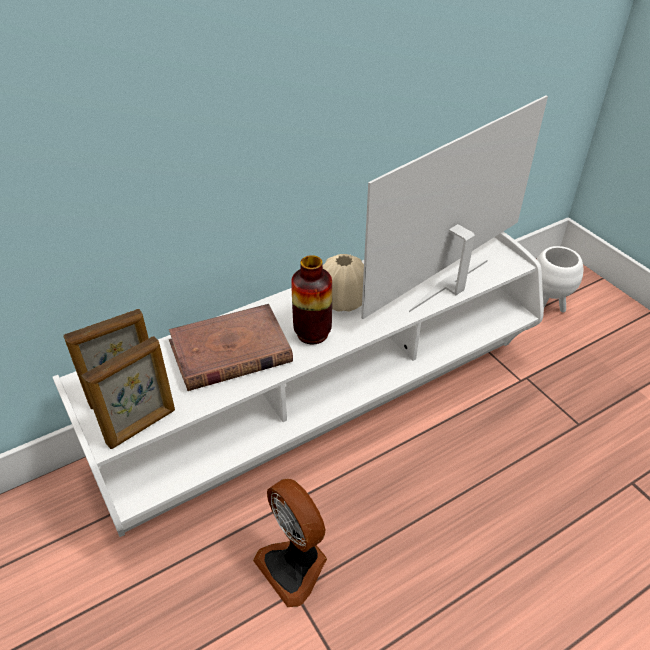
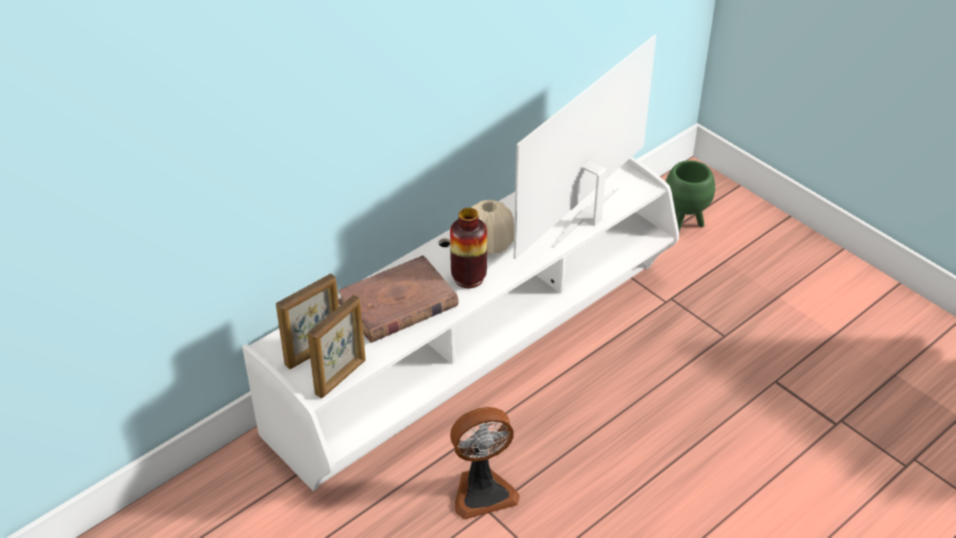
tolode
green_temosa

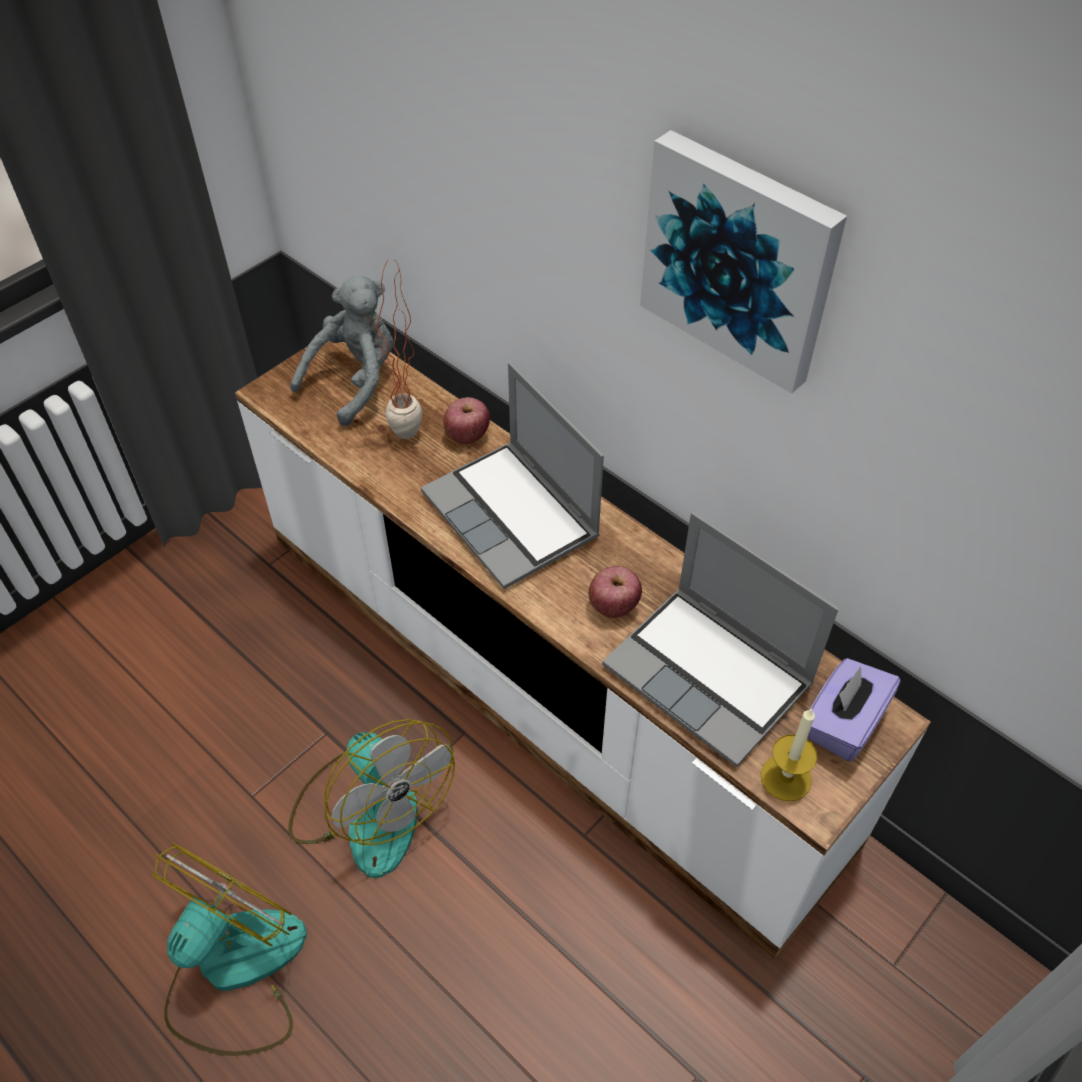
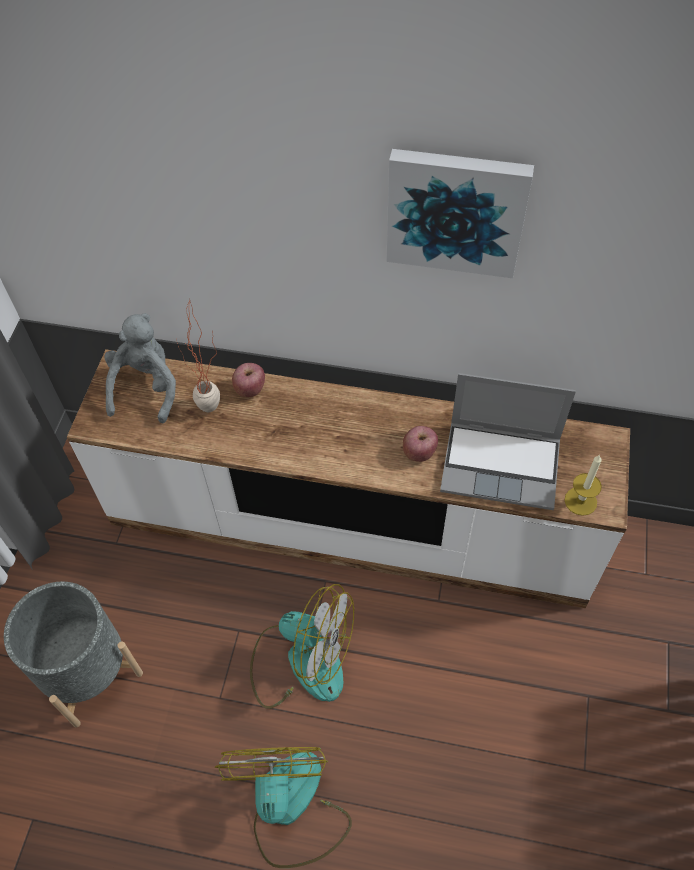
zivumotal (no. 1 from left in the first image)
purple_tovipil
grey_temosa

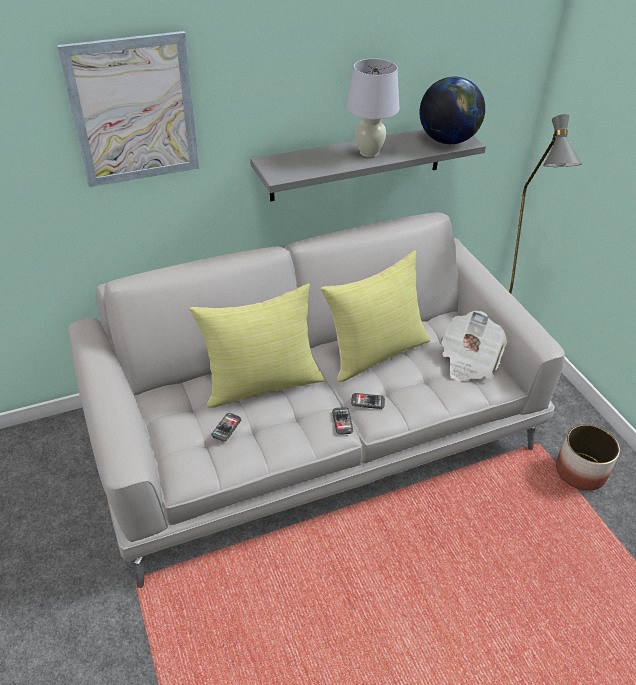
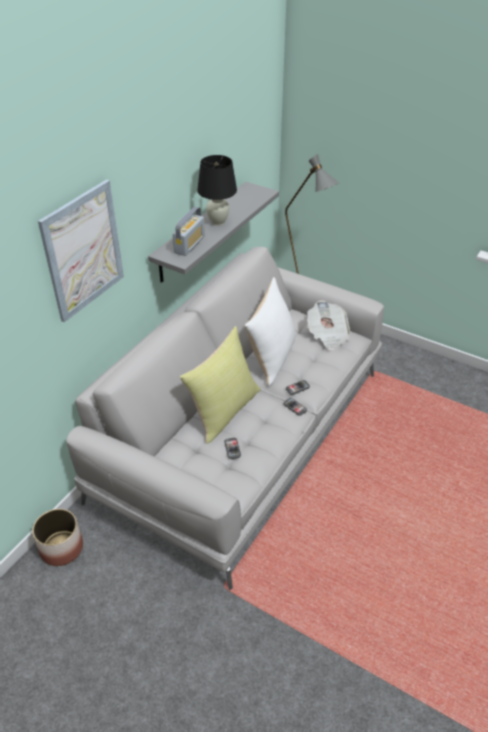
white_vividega
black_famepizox
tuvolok
temosa
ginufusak

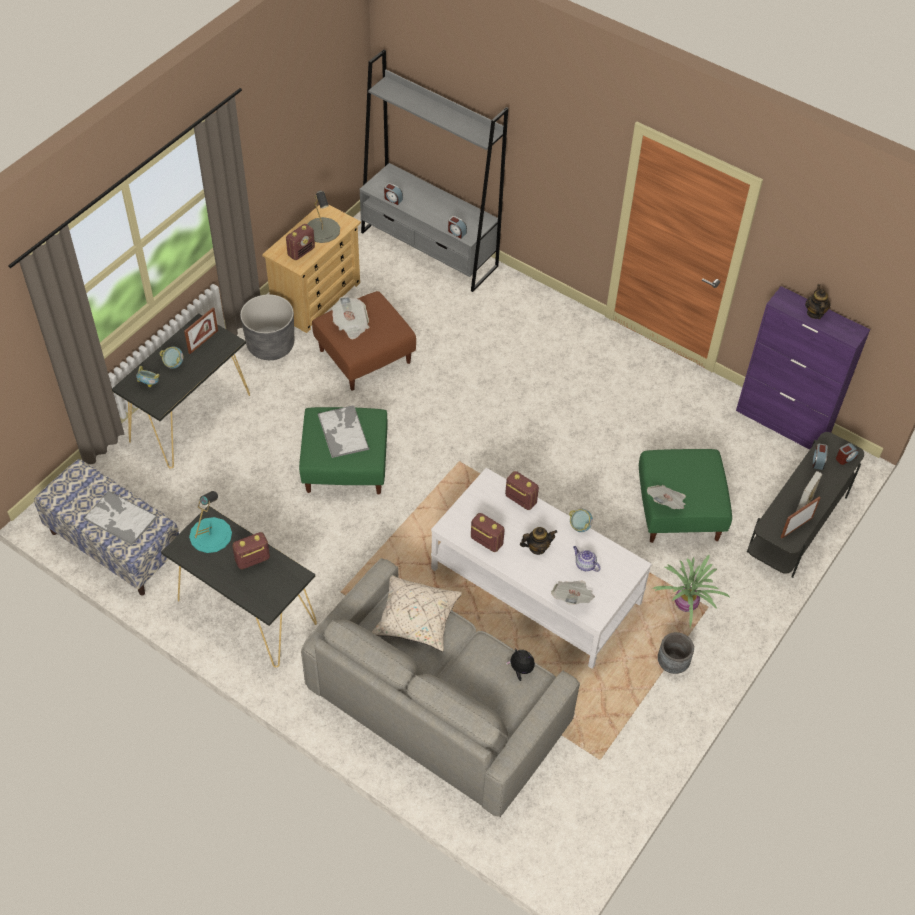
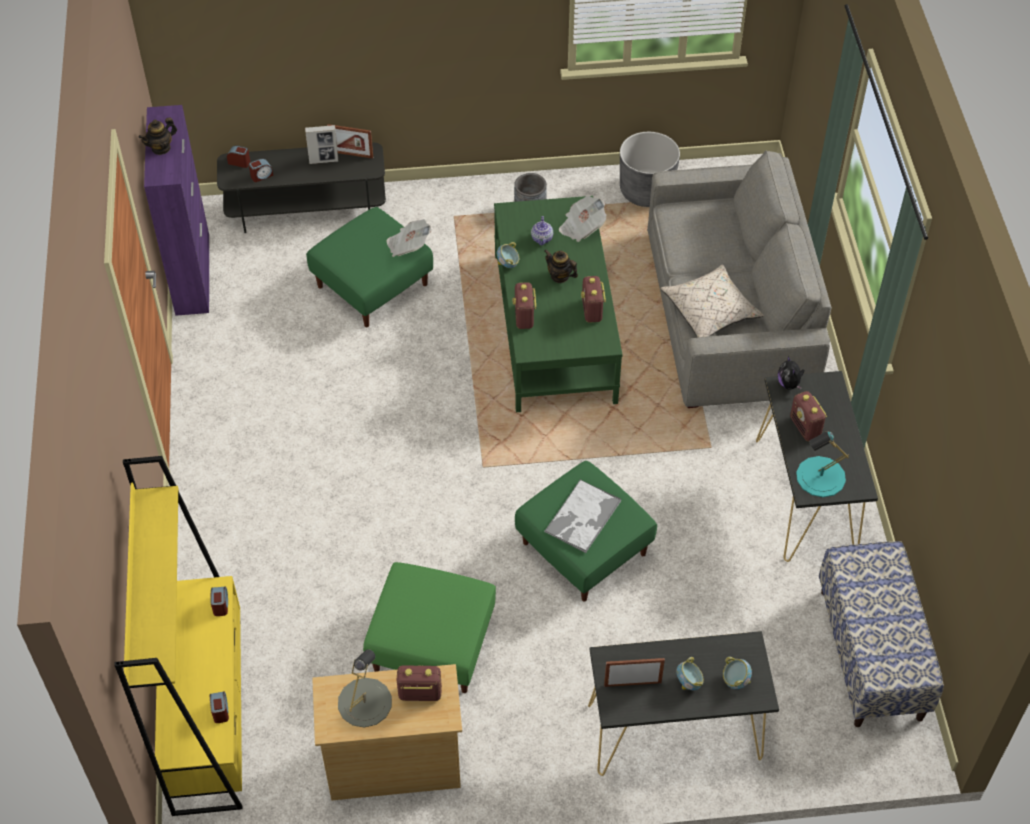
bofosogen (no. 1 from left in the first image)
ginufusak (no. 4 from left)
grey_temosa (no. 2 from left)
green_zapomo (no. 2 from left)
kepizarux (no. 1 from left in the first image)
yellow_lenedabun
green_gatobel
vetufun
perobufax

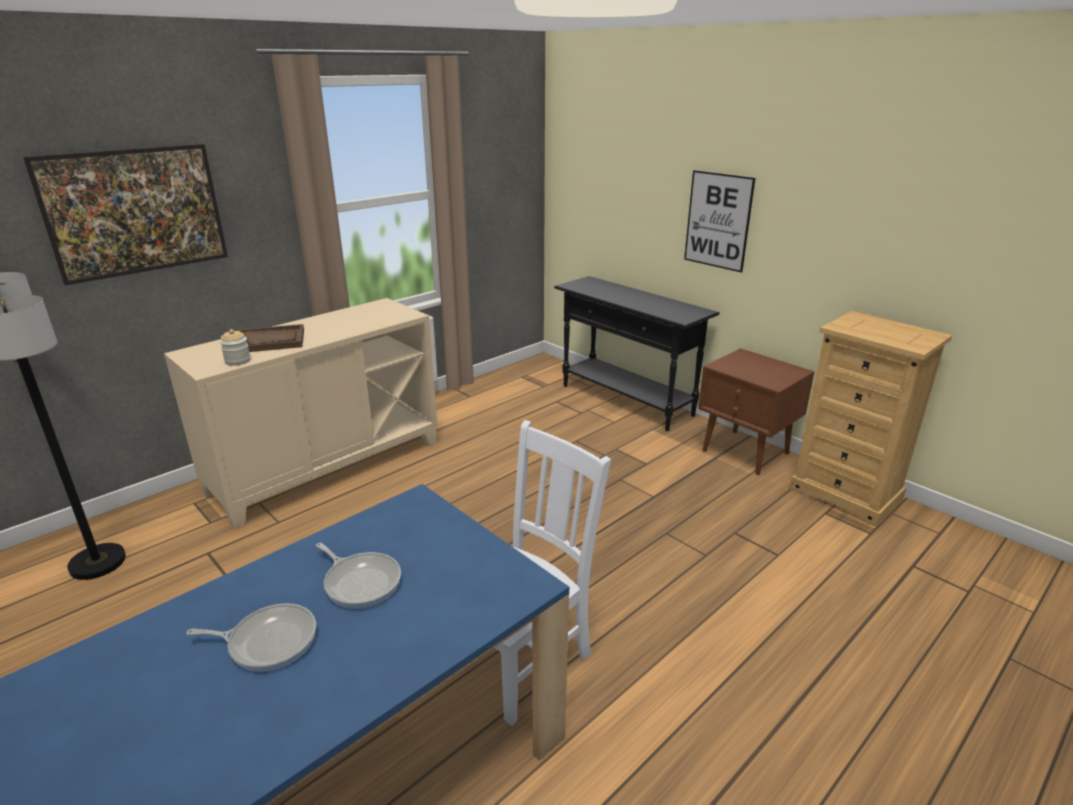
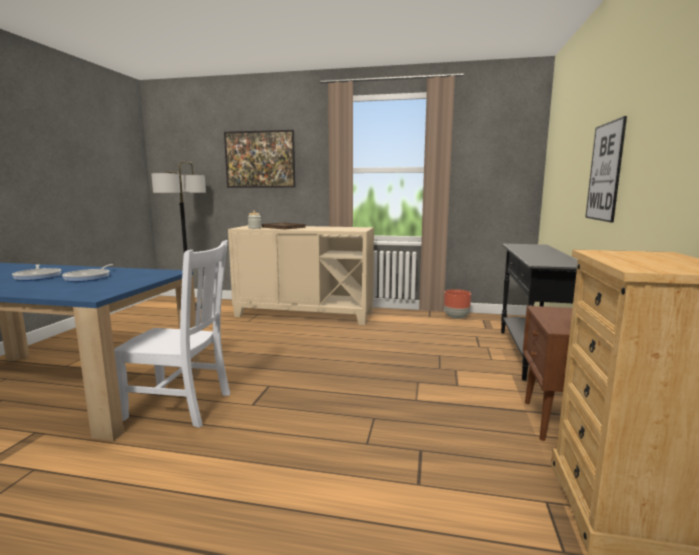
brown_temosa

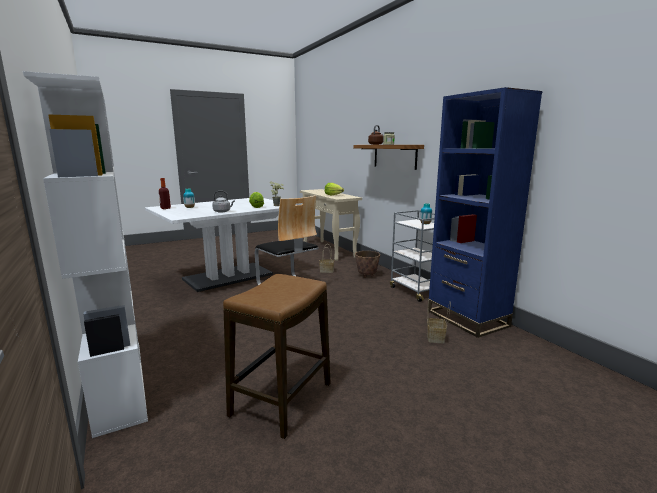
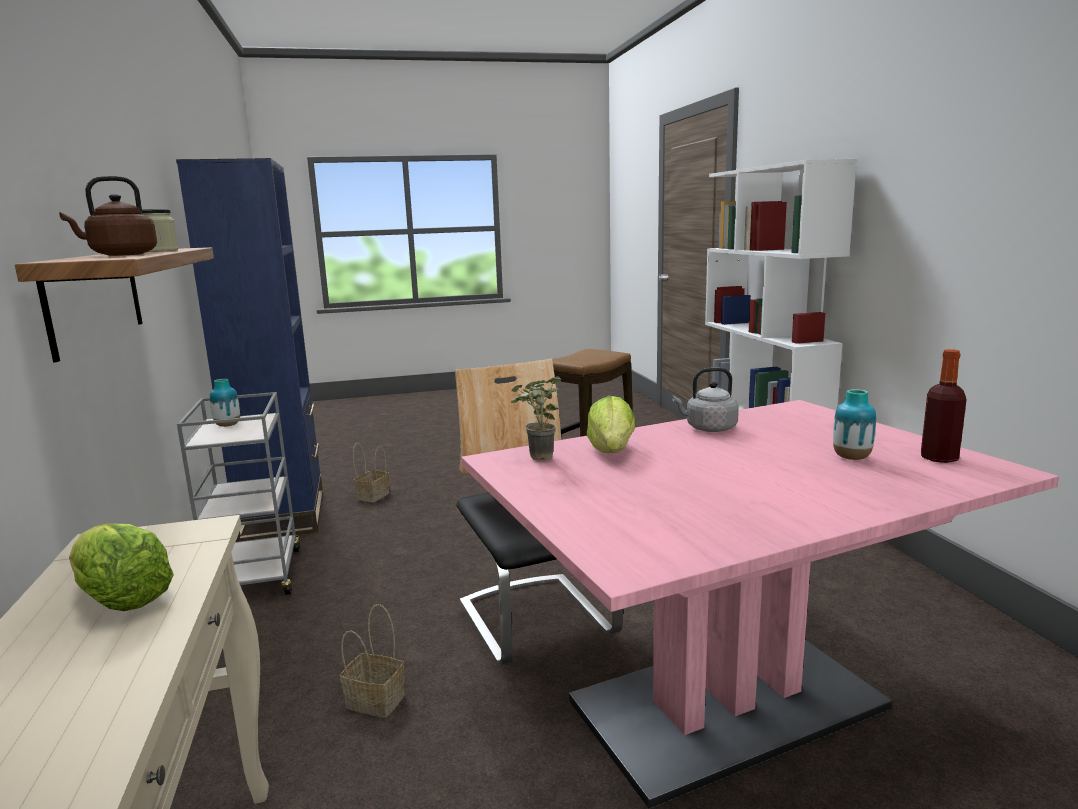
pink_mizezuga
temosa

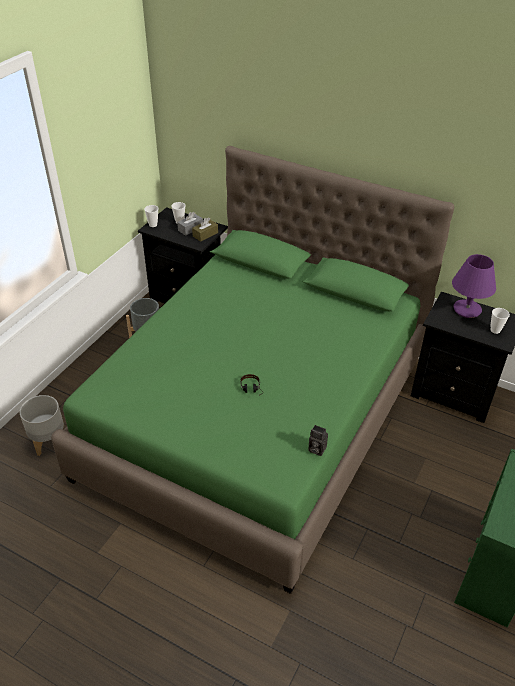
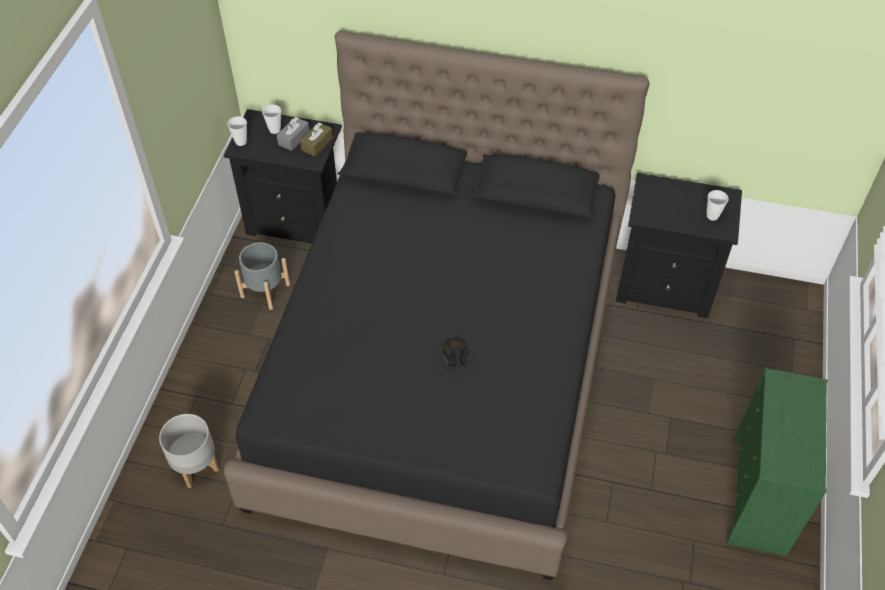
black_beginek
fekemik
purple_famepizox

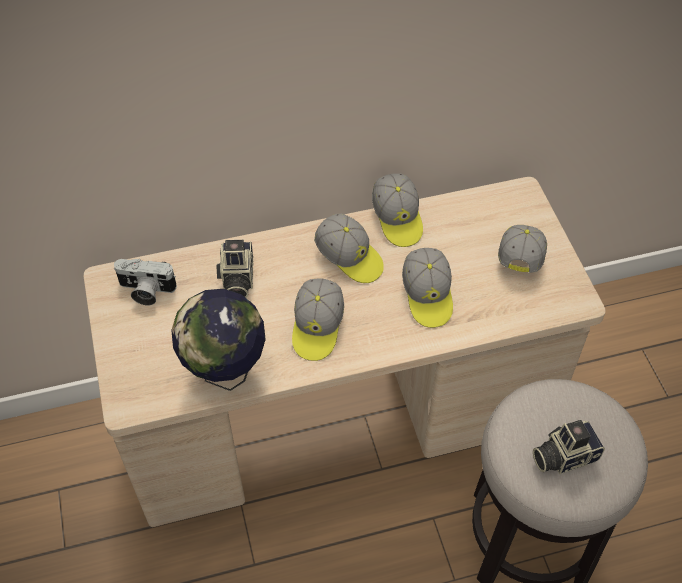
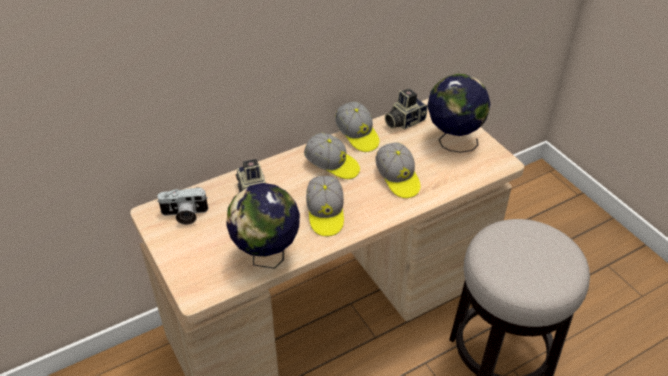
tuvolok (no. 2 from left)
fekemik (no. 3 from left)

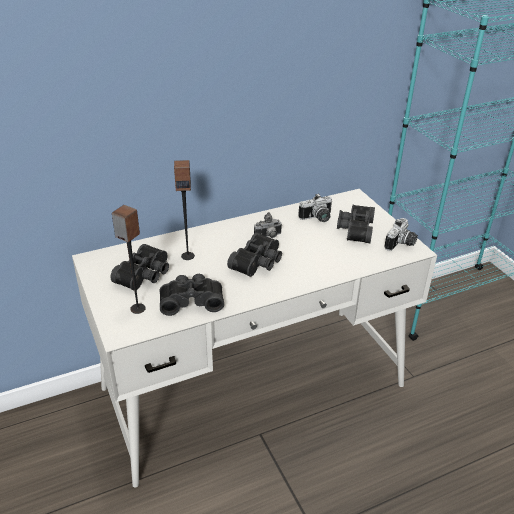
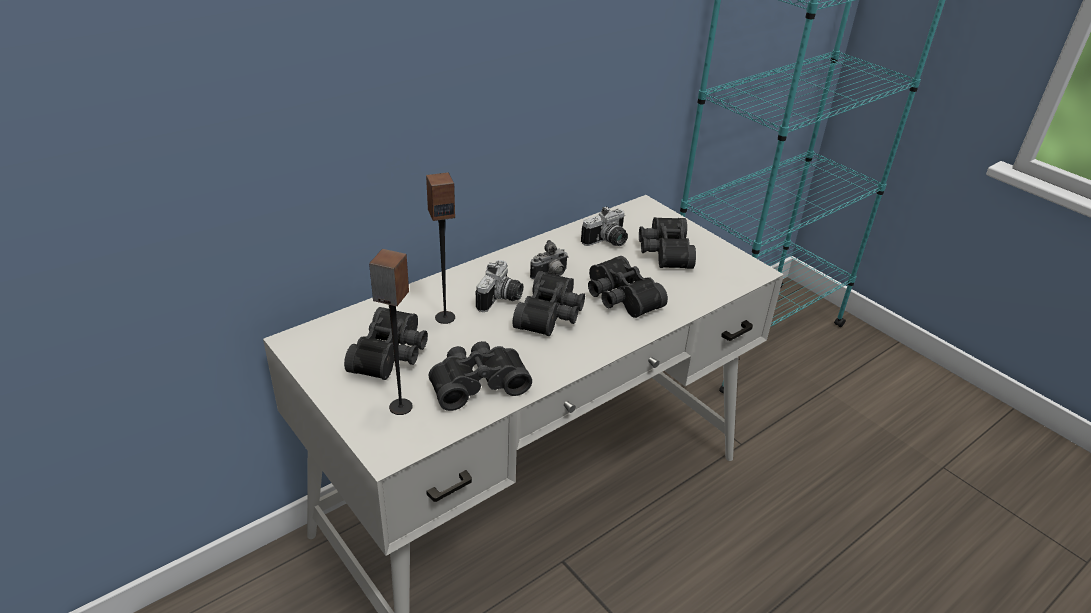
fekemik (no. 1 from left)
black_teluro (no. 4 from left)

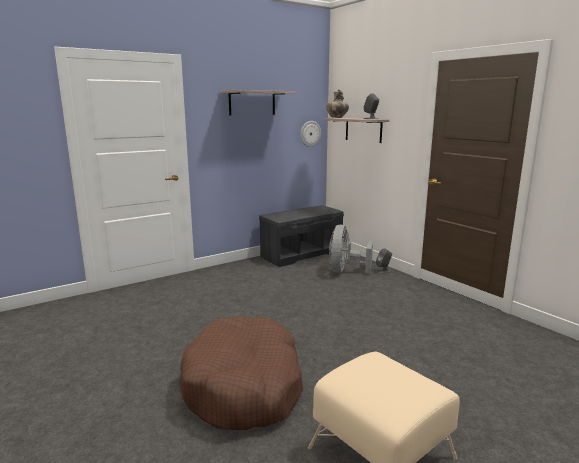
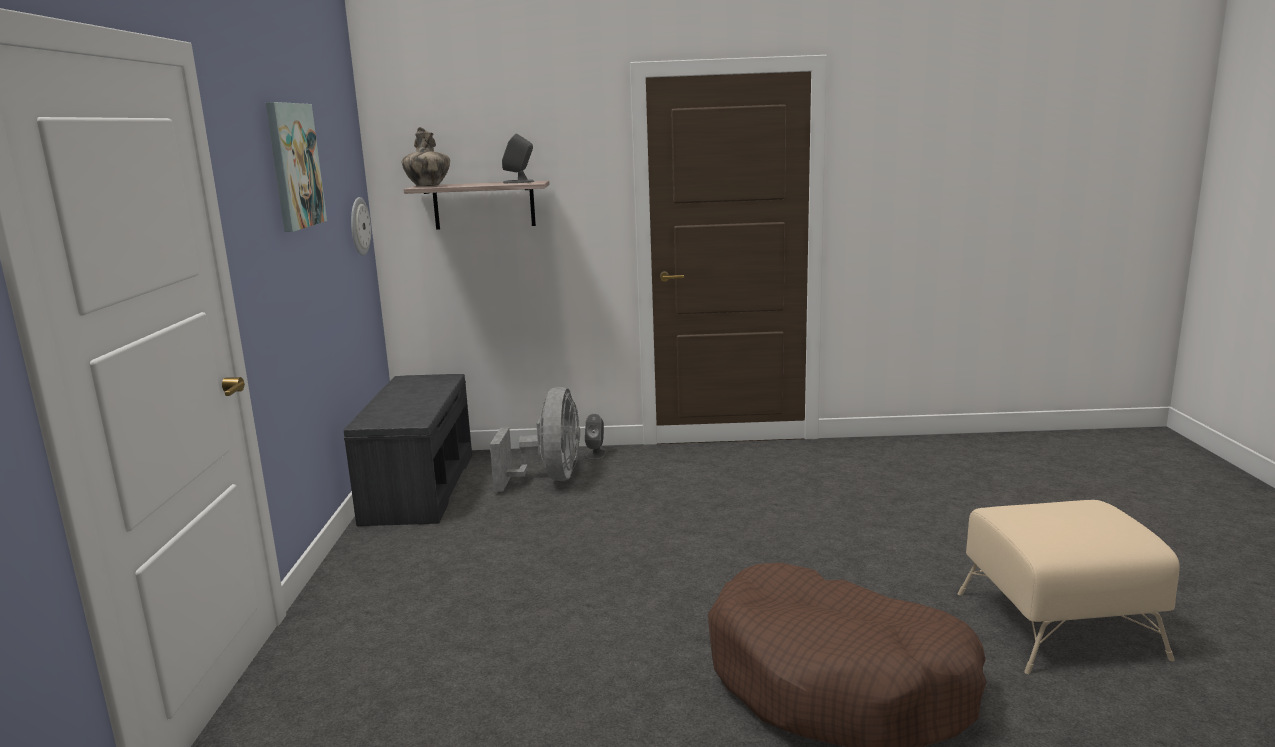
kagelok
grey_tolode

